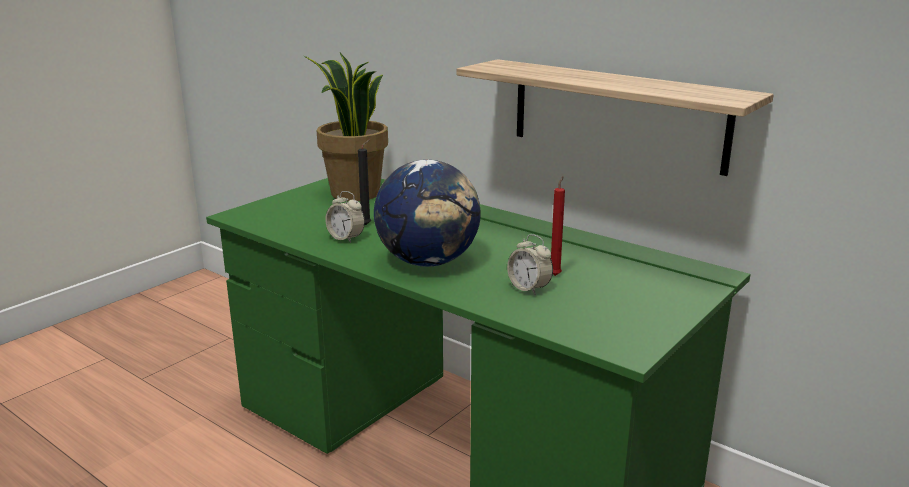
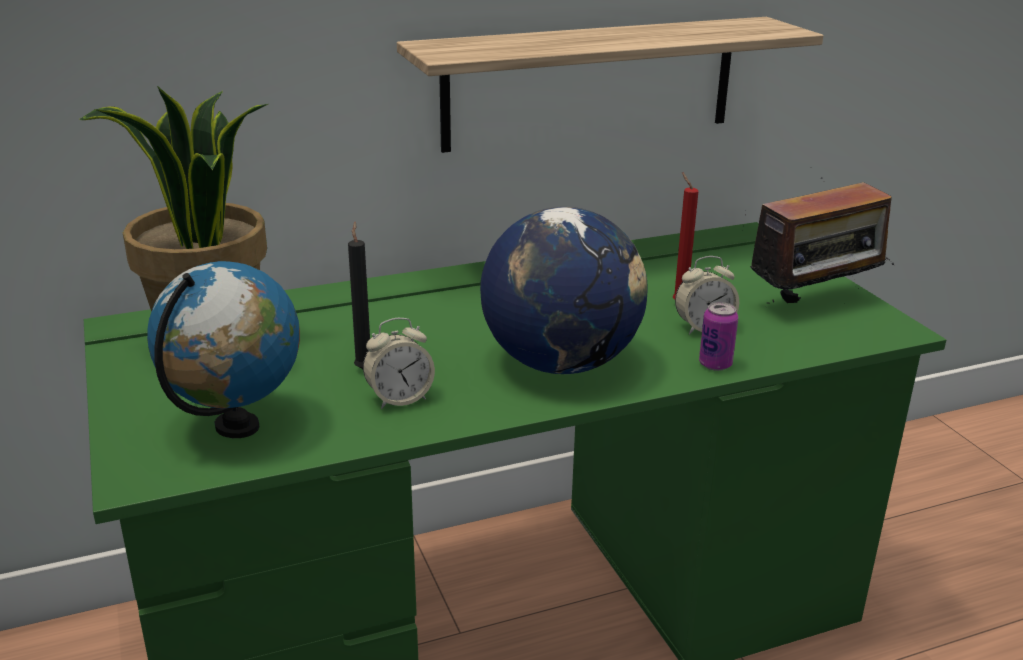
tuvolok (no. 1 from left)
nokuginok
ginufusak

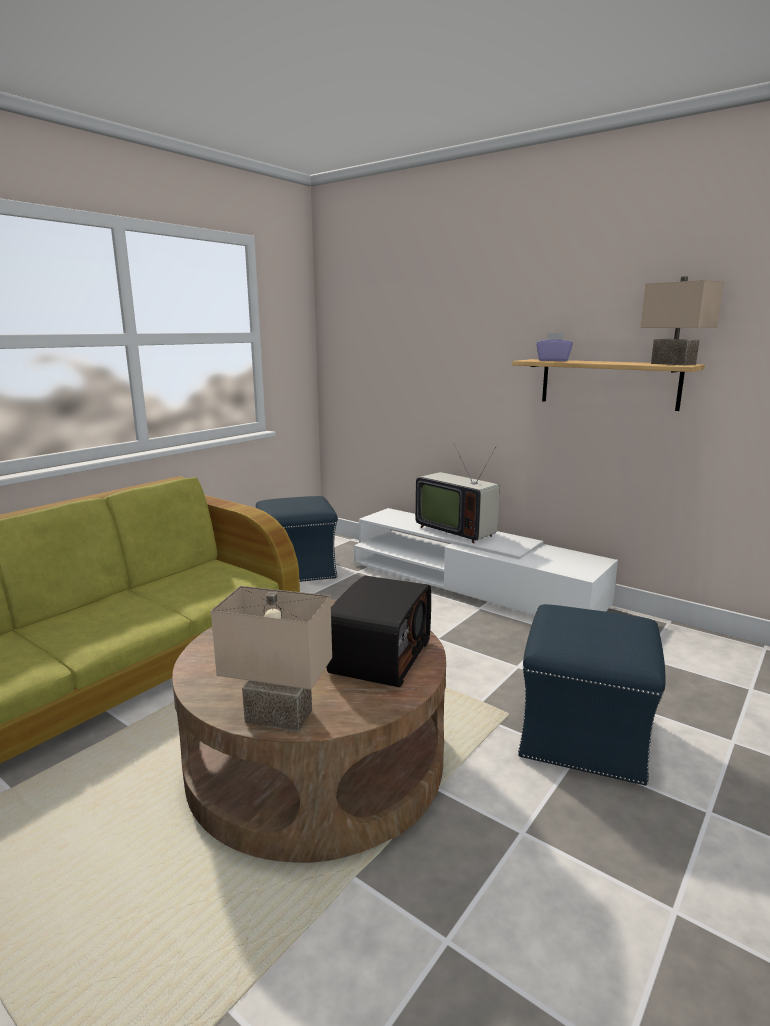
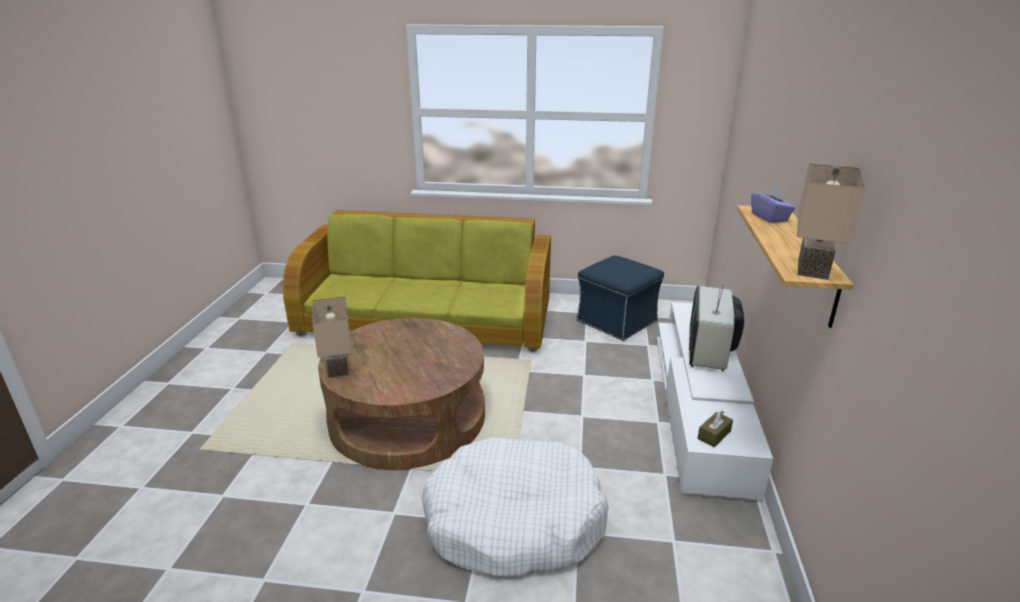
ginufusak
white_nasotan
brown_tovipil

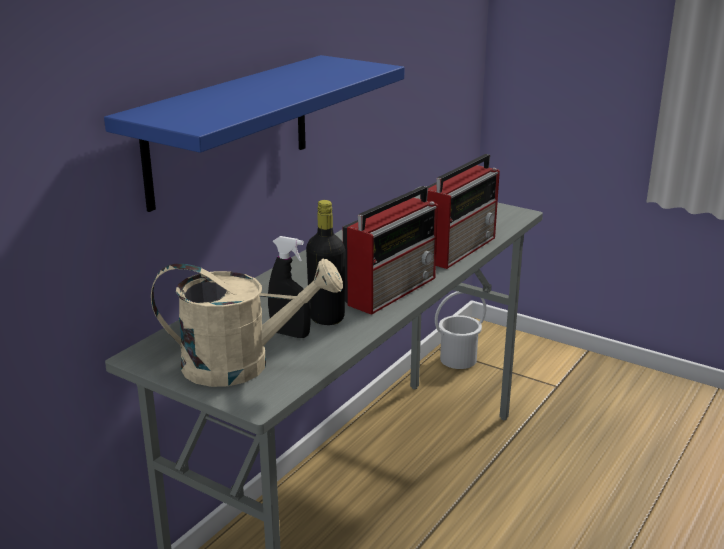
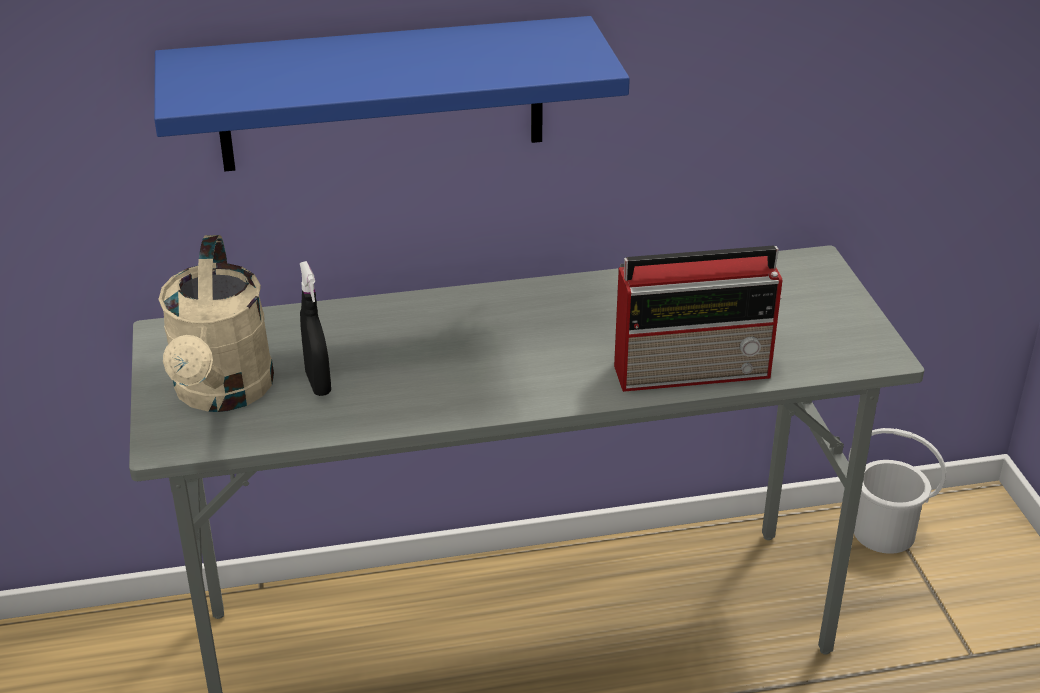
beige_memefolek
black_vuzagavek
ginufusak (no. 1 from left in the first image)

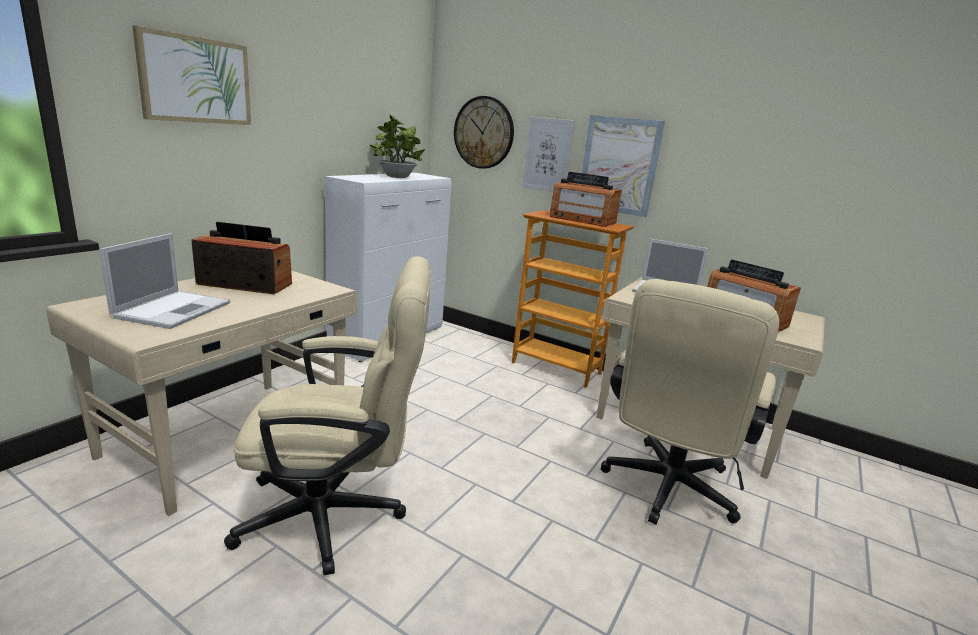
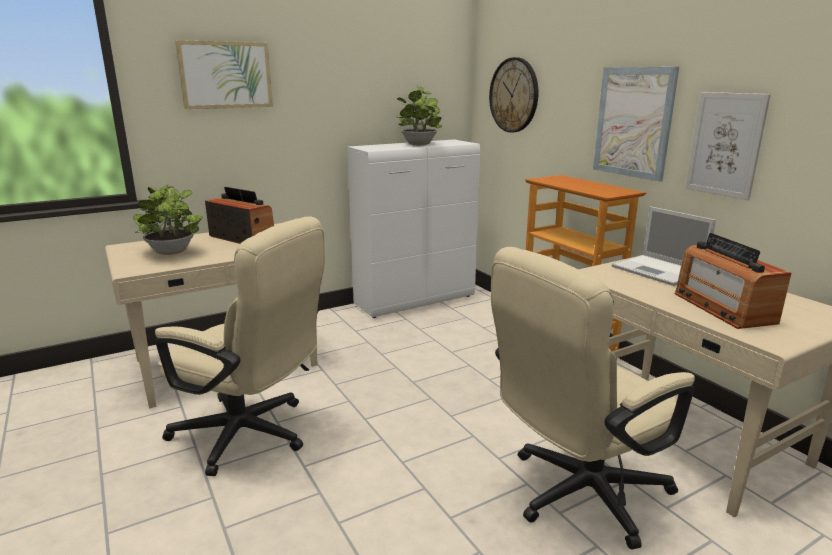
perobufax (no. 1 from left)
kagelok (no. 3 from left)
ginufusak (no. 2 from left in the first image)

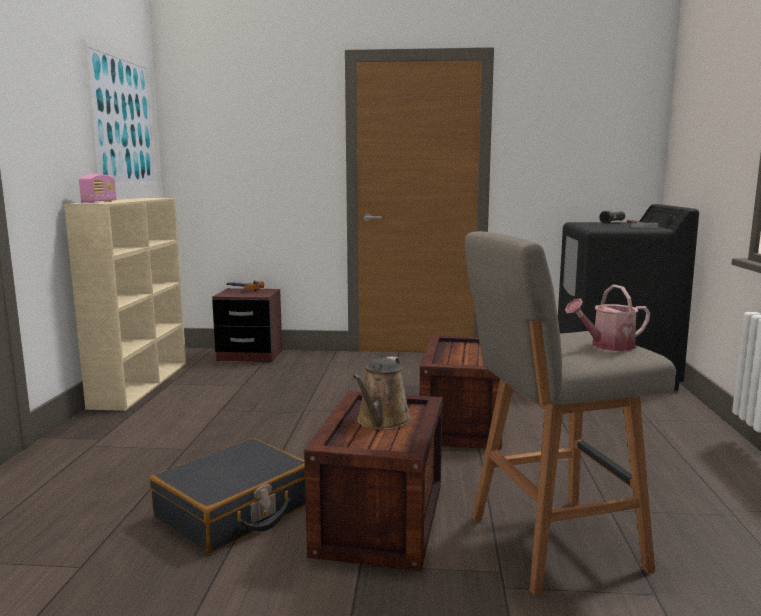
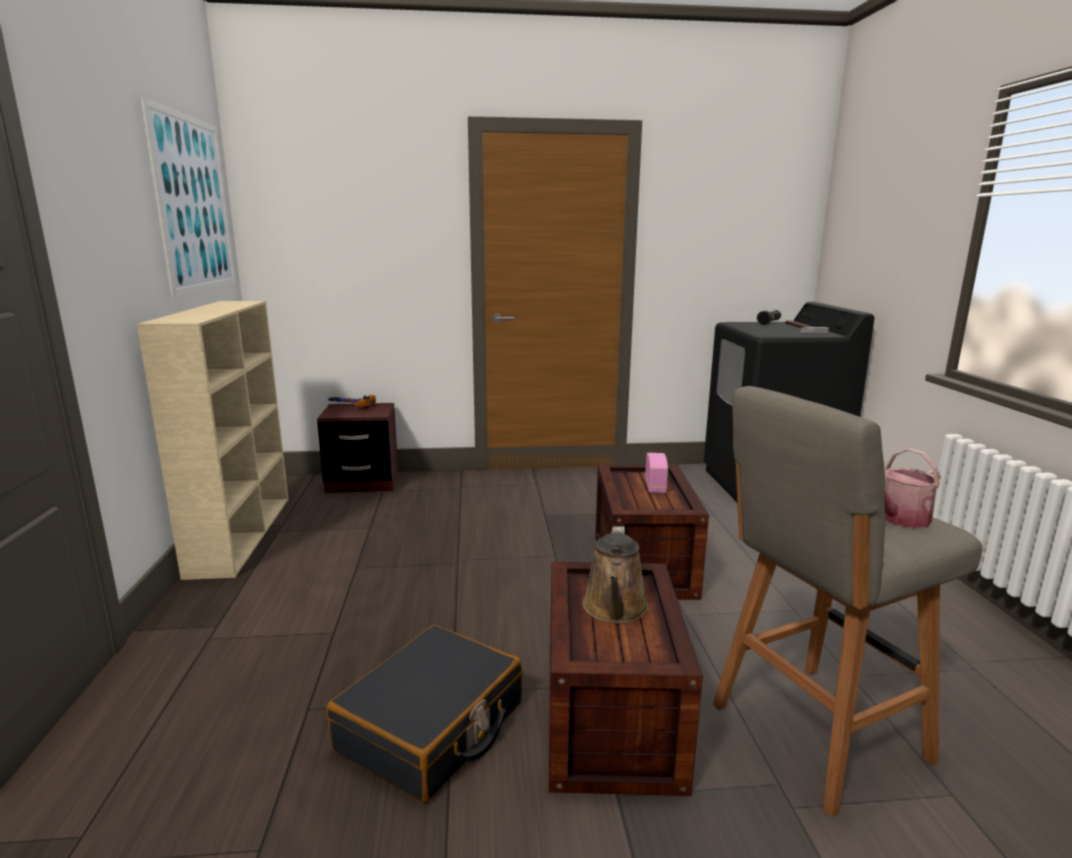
ginufusak

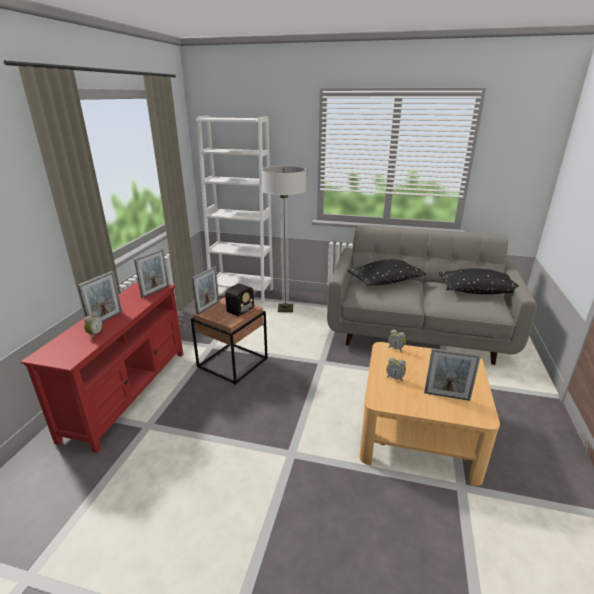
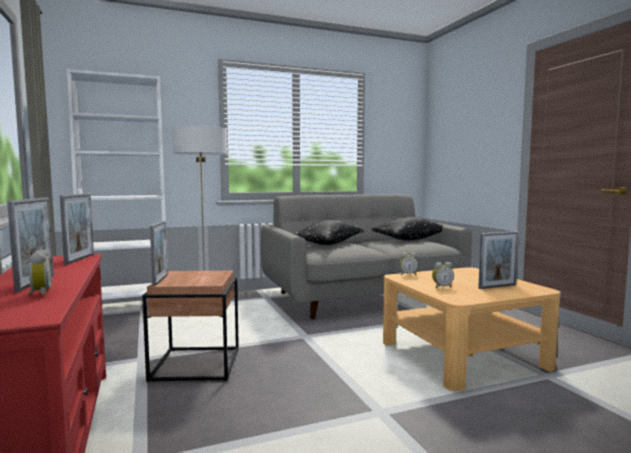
ginufusak

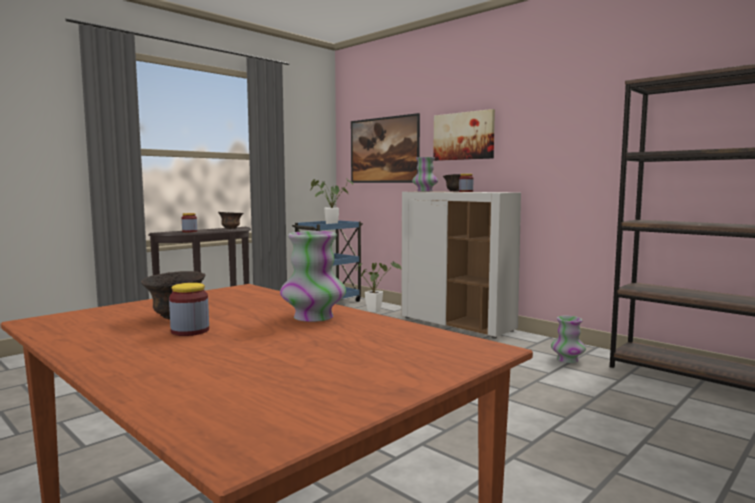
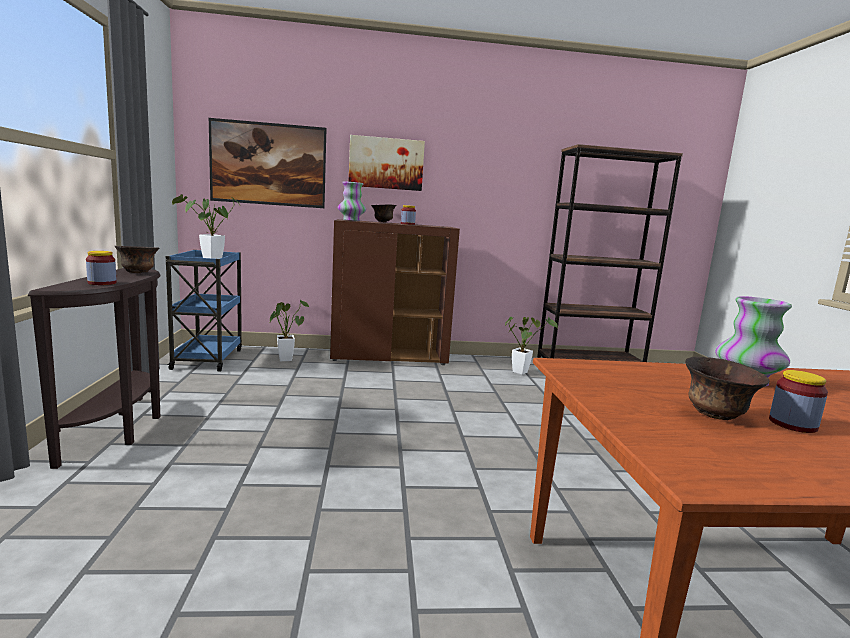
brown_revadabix
perobufax (no. 3 from left)

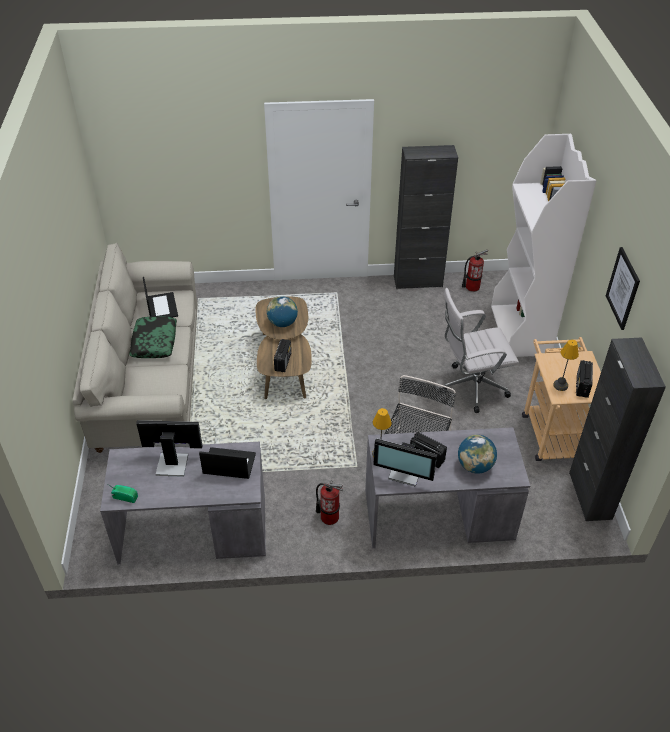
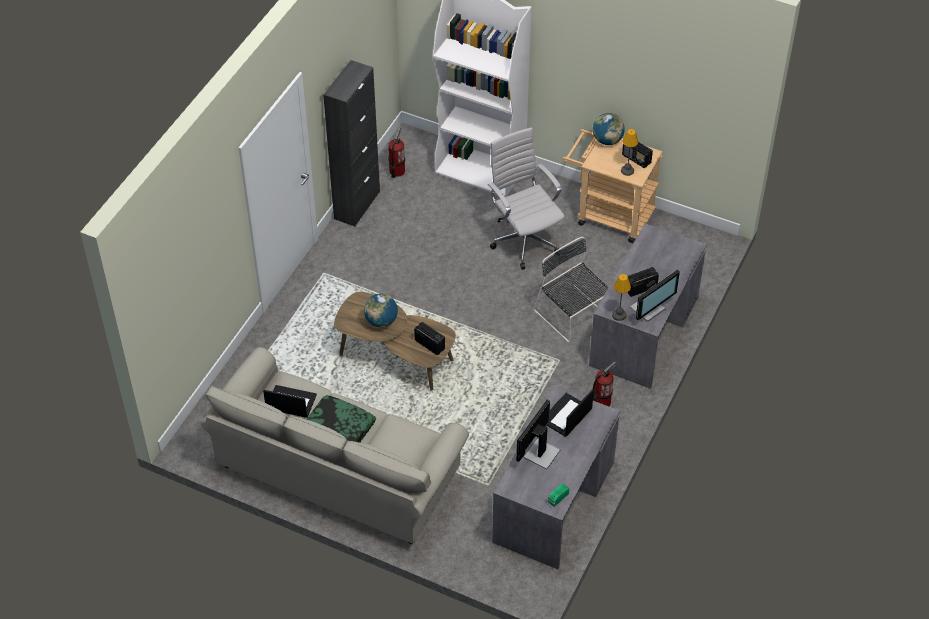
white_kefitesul
tuvolok (no. 2 from left)
black_revadabix (no. 2 from left in the first image)
kagelok

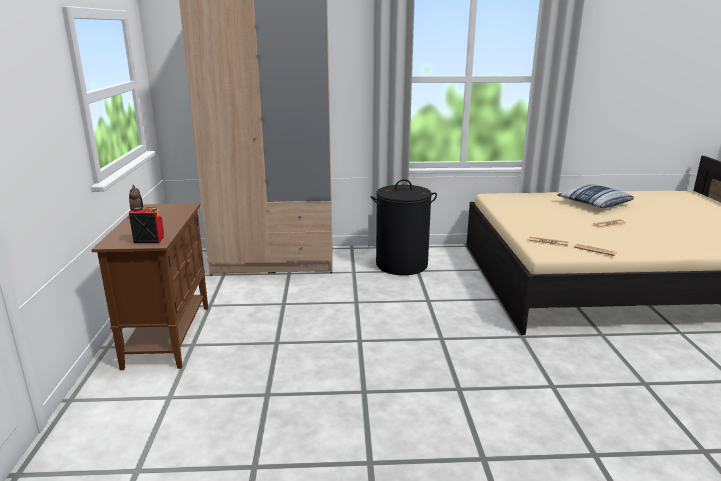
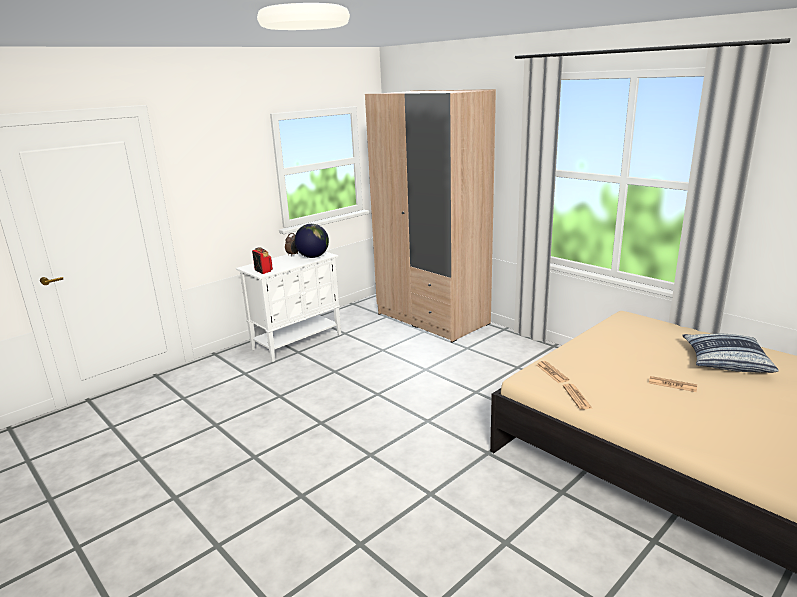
white_revadabix
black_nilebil
tuvolok

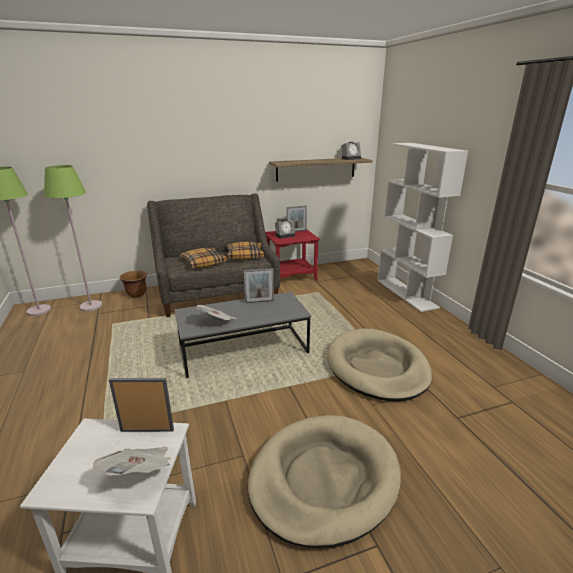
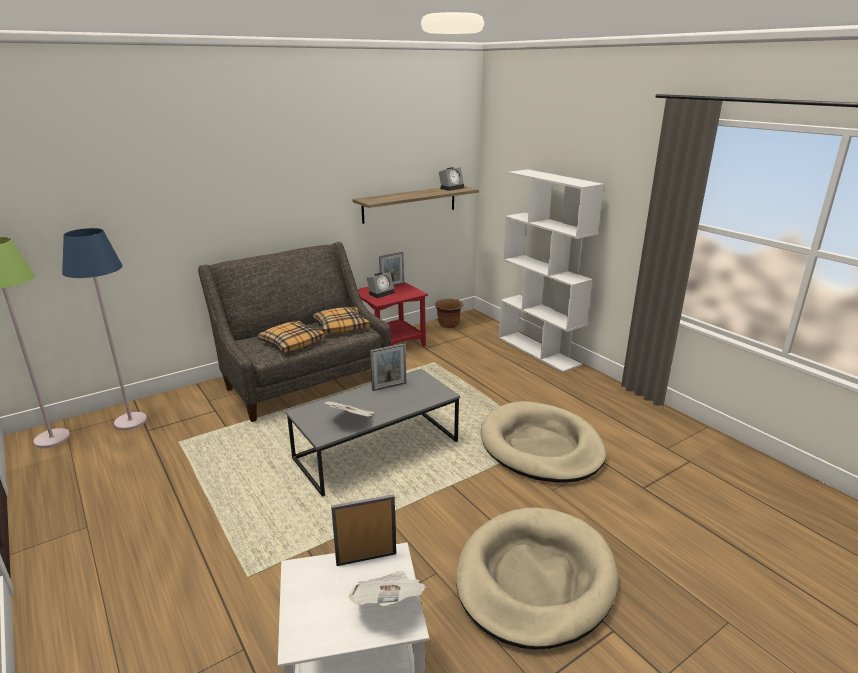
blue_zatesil
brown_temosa

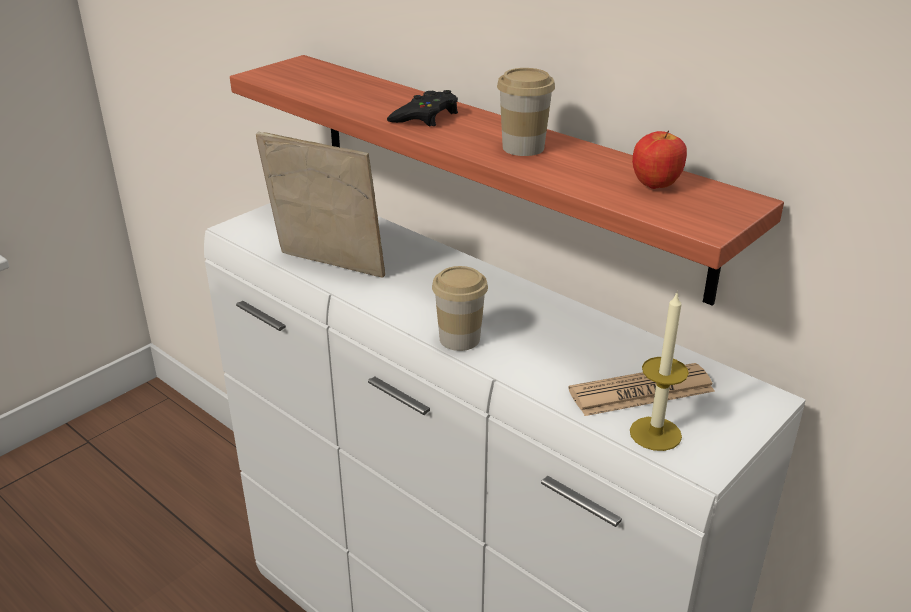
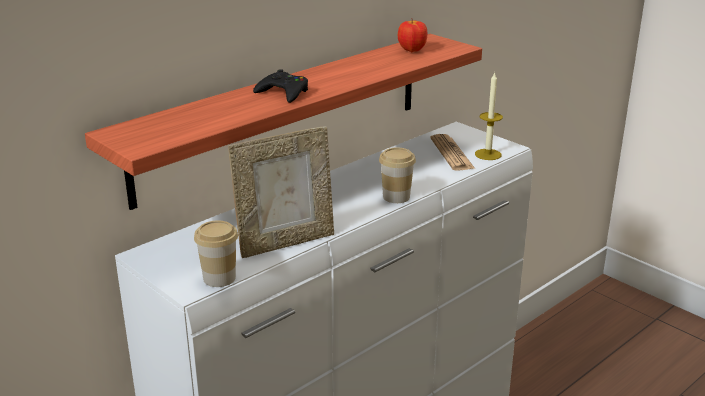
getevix
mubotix (no. 1 from left)

